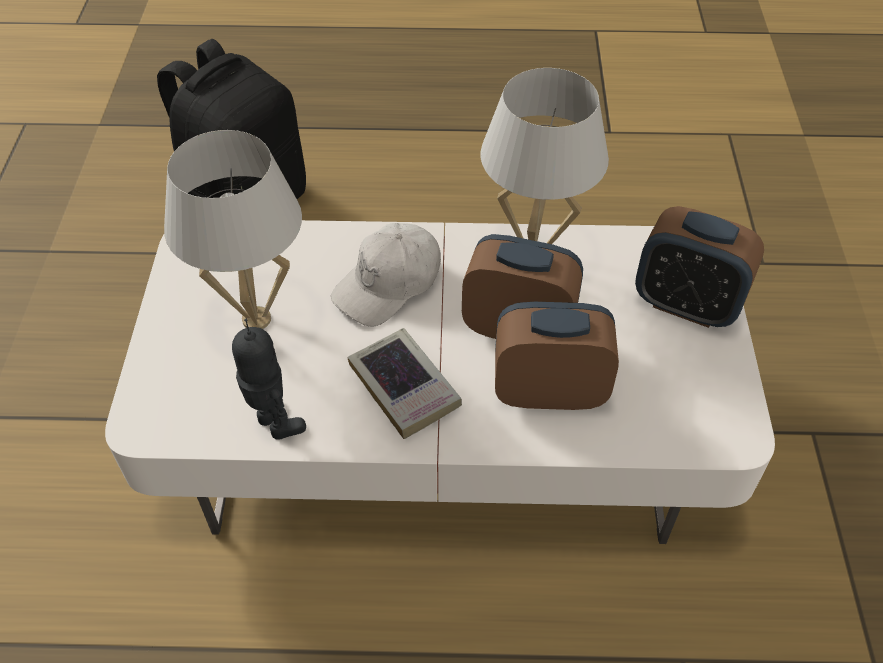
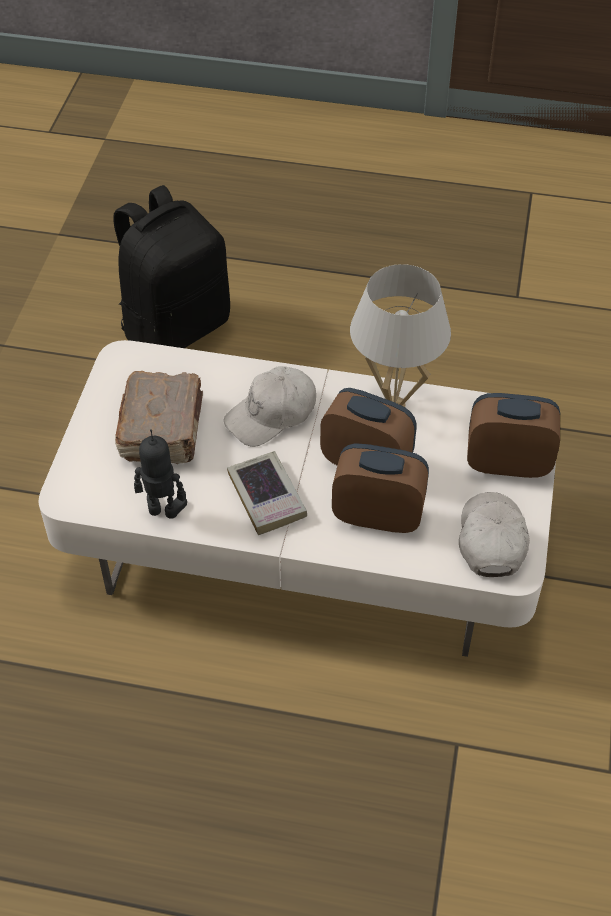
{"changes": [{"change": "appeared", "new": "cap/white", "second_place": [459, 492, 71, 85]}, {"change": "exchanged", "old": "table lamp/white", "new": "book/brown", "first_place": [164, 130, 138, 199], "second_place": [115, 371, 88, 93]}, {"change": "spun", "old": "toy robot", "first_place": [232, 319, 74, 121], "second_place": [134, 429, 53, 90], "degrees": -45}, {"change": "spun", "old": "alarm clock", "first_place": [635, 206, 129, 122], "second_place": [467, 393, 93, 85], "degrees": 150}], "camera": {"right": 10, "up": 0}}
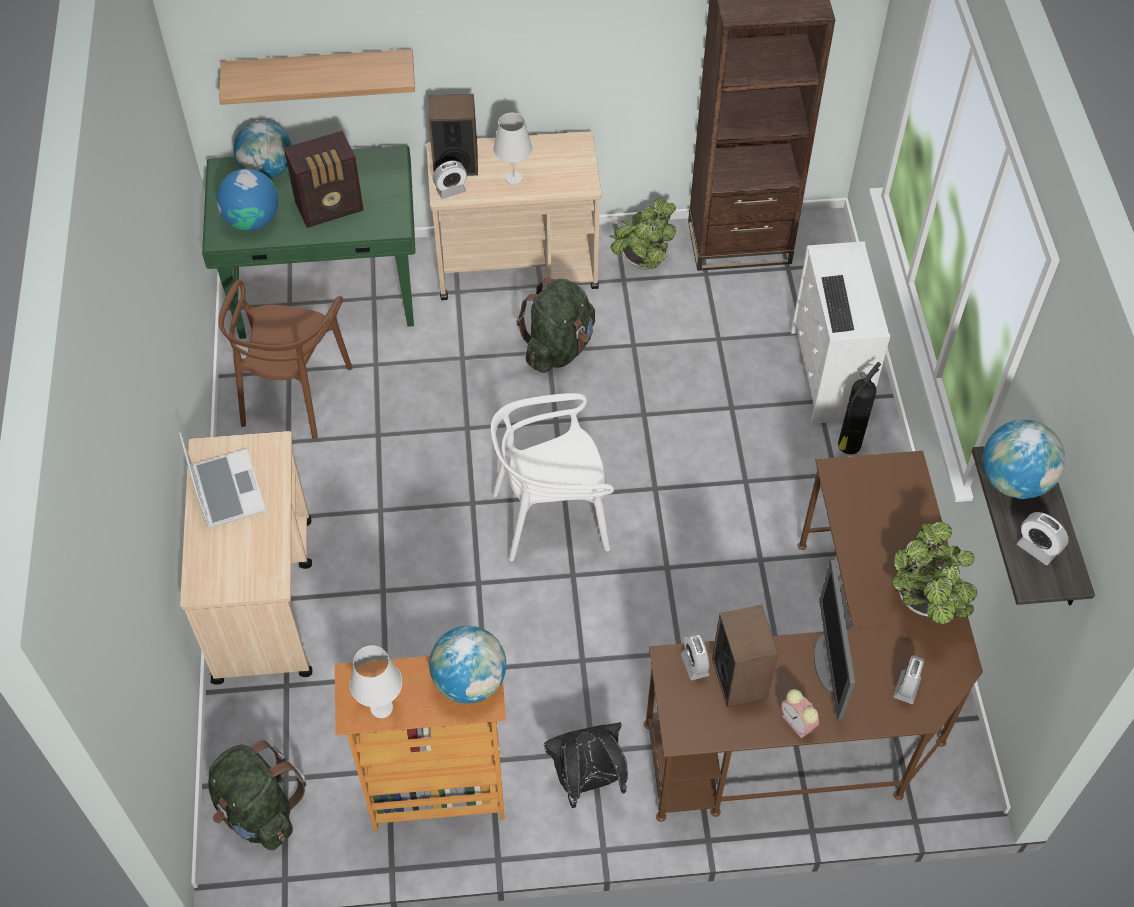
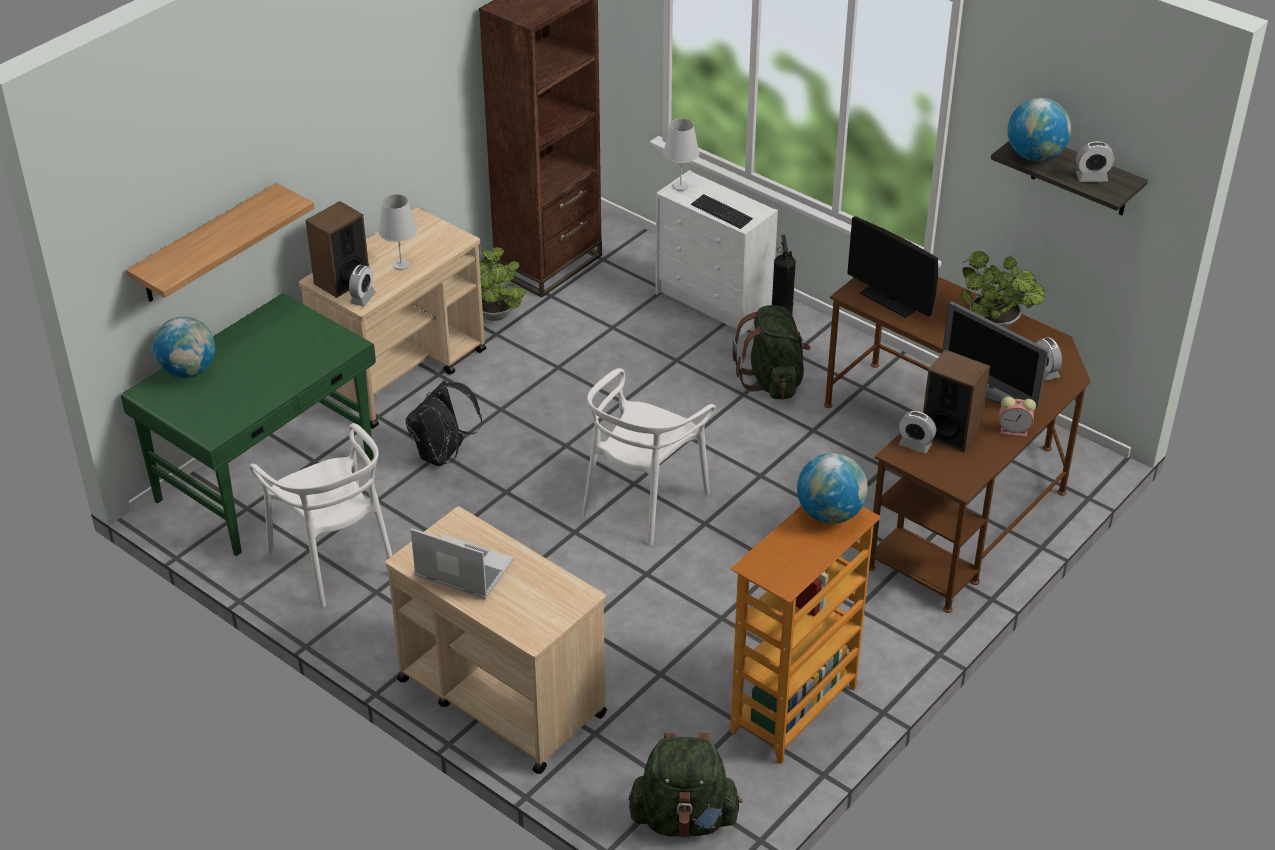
{"changes": [{"change": "missing", "old": "globe", "first_place": [217, 169, 61, 62]}, {"change": "missing", "old": "radio", "first_place": [284, 131, 80, 97]}, {"change": "appeared", "new": "monitor", "second_place": [847, 216, 91, 102]}, {"change": "relocated", "old": "table lamp/white", "first_place": [350, 645, 52, 73], "second_place": [663, 118, 36, 73]}, {"change": "relocated", "old": "backpack/green", "first_place": [517, 278, 78, 95], "second_place": [732, 305, 78, 95]}, {"change": "relocated", "old": "backpack/black", "first_place": [544, 722, 84, 86], "second_place": [405, 380, 77, 86]}, {"change": "colour", "old": "chair/brown", "new": "chair/white", "first_place": [218, 280, 135, 159], "second_place": [249, 423, 144, 185]}], "camera": {"right": -45, "up": -15}}
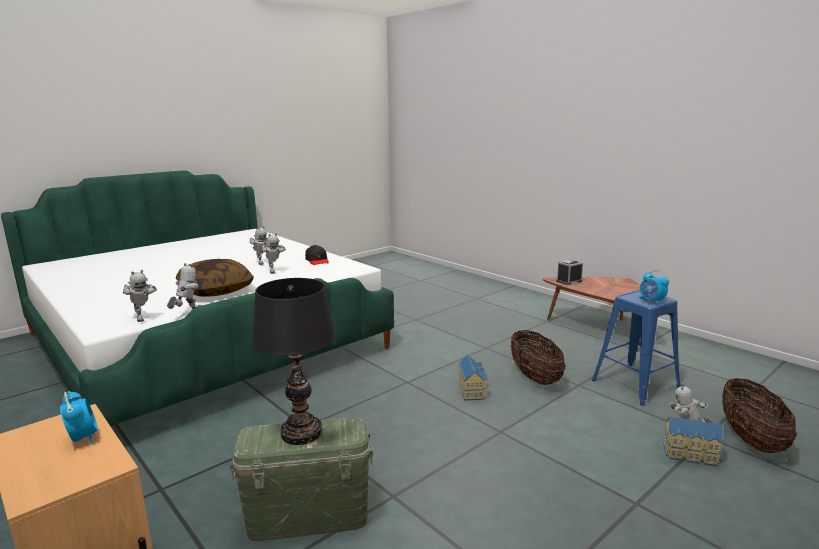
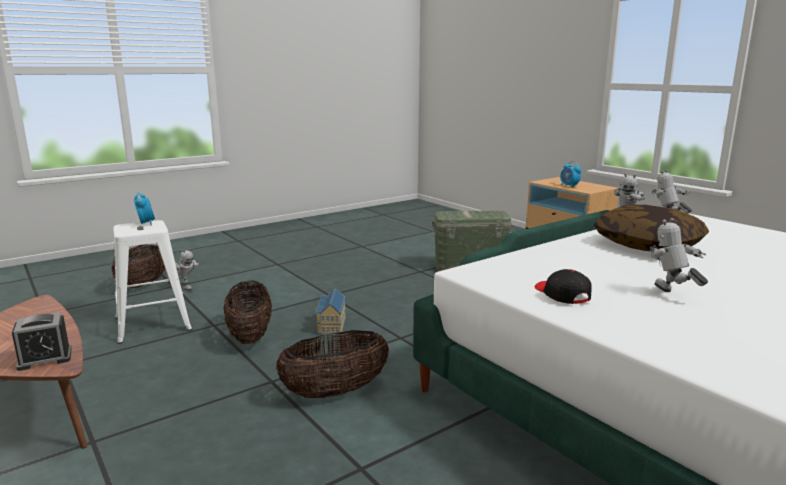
{"changes": [{"change": "missing", "old": "table lamp/black", "first_place": [251, 278, 85, 167]}, {"change": "missing", "old": "toy robot", "first_place": [261, 233, 25, 41]}, {"change": "missing", "old": "toy house", "first_place": [663, 417, 60, 49]}, {"change": "appeared", "new": "basket", "second_place": [276, 330, 113, 68]}, {"change": "colour", "old": "stool/blue", "new": "stool/white", "first_place": [592, 290, 89, 116], "second_place": [113, 220, 79, 124]}], "camera": {"right": -175, "up": 0}}
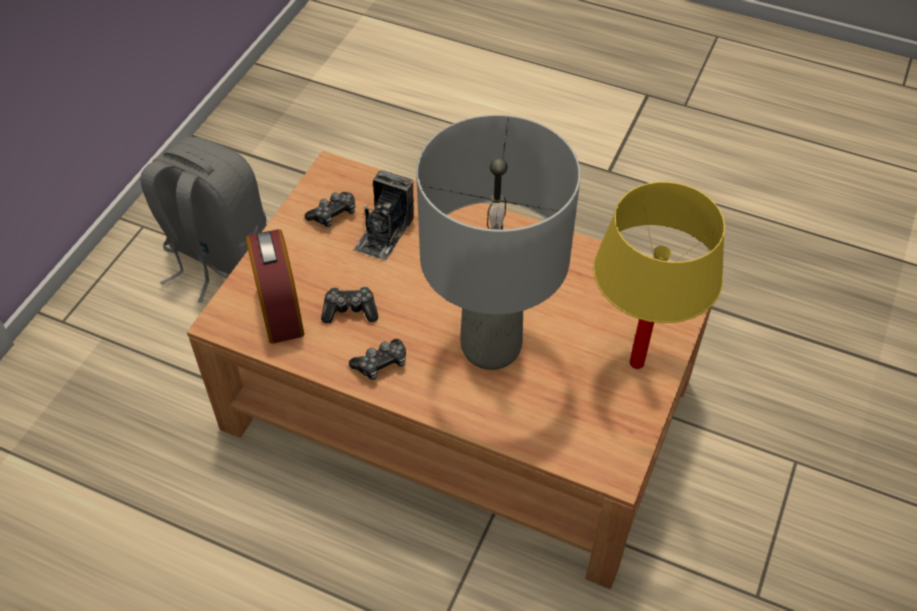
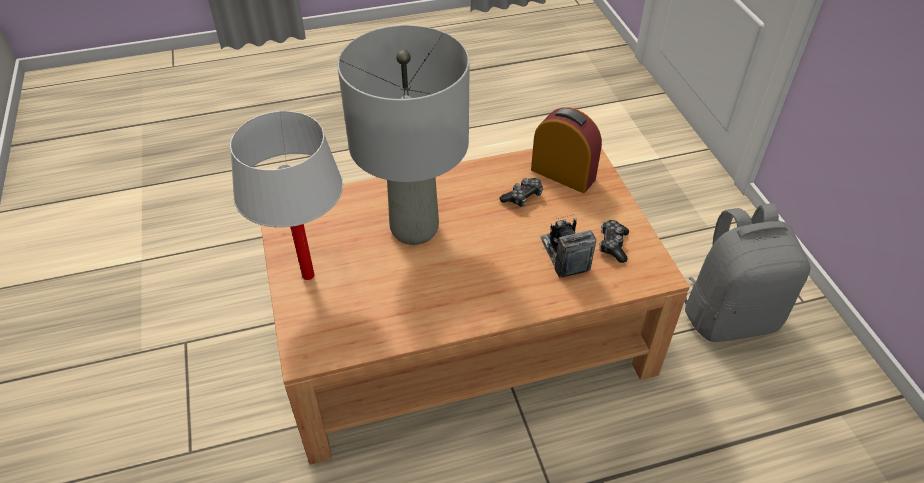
{"changes": [{"change": "missing", "old": "game controller", "first_place": [349, 339, 57, 41]}, {"change": "colour", "old": "table lamp/yellow", "new": "table lamp/white", "first_place": [593, 182, 132, 187], "second_place": [230, 111, 113, 169]}], "camera": {"right": 140, "up": -5}}
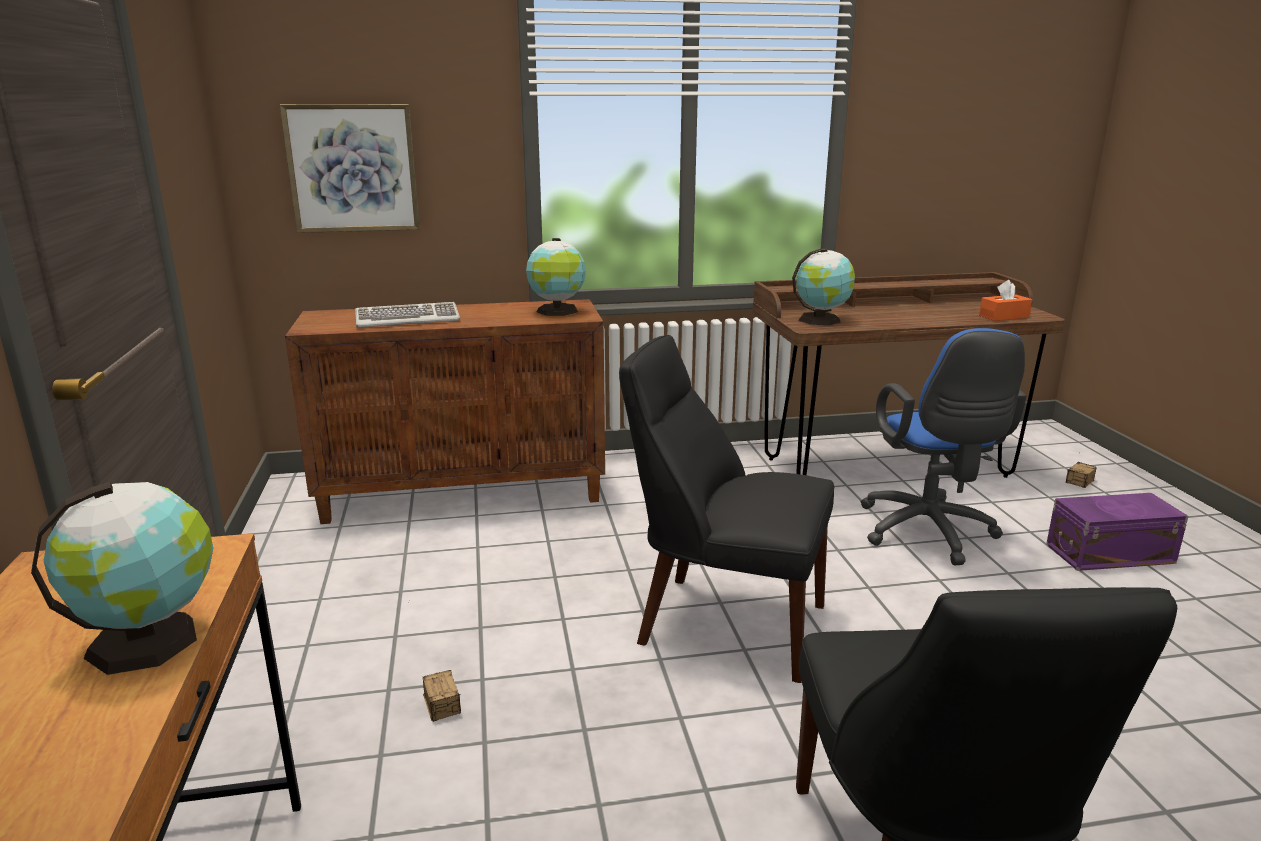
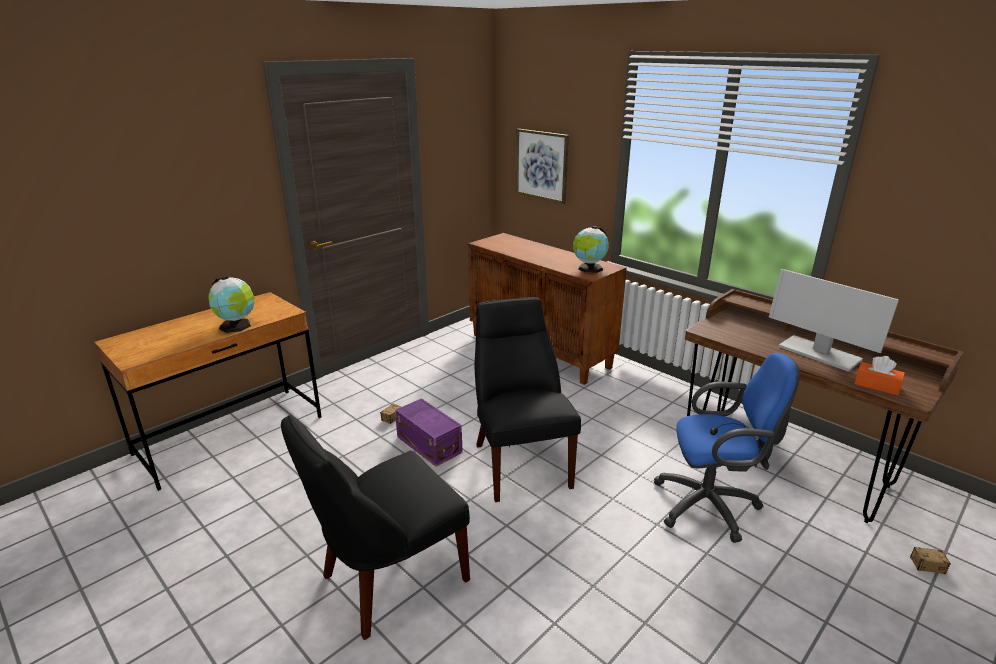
{"changes": [{"change": "missing", "old": "keyboard", "first_place": [355, 302, 106, 25]}, {"change": "missing", "old": "globe", "first_place": [792, 248, 63, 77]}, {"change": "appeared", "new": "monitor", "second_place": [769, 269, 130, 103]}, {"change": "relocated", "old": "storage box/purple", "first_place": [1046, 493, 143, 78], "second_place": [395, 398, 68, 69]}, {"change": "spun", "old": "office chair/blue", "first_place": [860, 328, 167, 237], "second_place": [653, 353, 147, 190], "degrees": -135}], "camera": {"right": 55, "up": 5}}
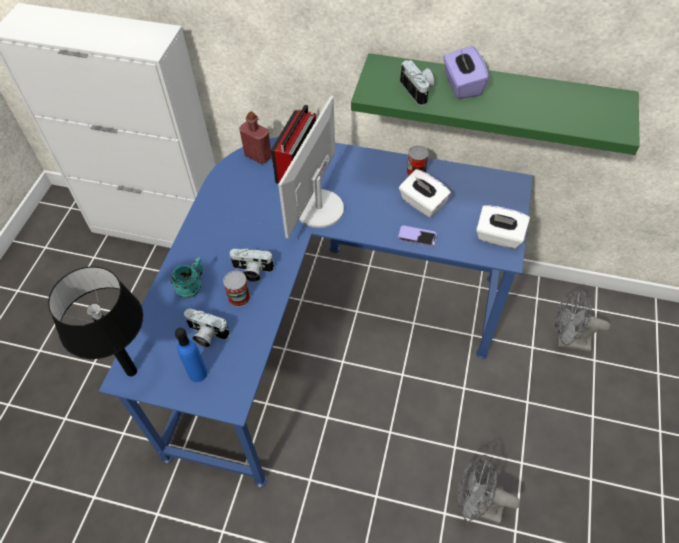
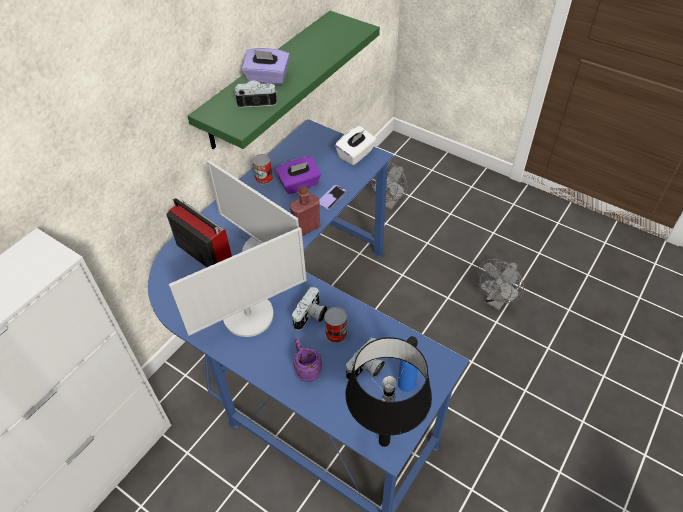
{"changes": [{"change": "appeared", "new": "monitor", "second_place": [169, 227, 138, 110]}, {"change": "relocated", "old": "bottle/red", "first_place": [239, 112, 33, 52], "second_place": [290, 186, 30, 50]}, {"change": "colour", "old": "mug/turquoise", "new": "mug/purple", "first_place": [170, 257, 33, 41], "second_place": [293, 338, 29, 44]}, {"change": "colour", "old": "tissue box/white", "new": "tissue box/purple", "first_place": [399, 169, 52, 49], "second_place": [276, 157, 45, 37]}], "camera": {"right": -70, "up": -5}}
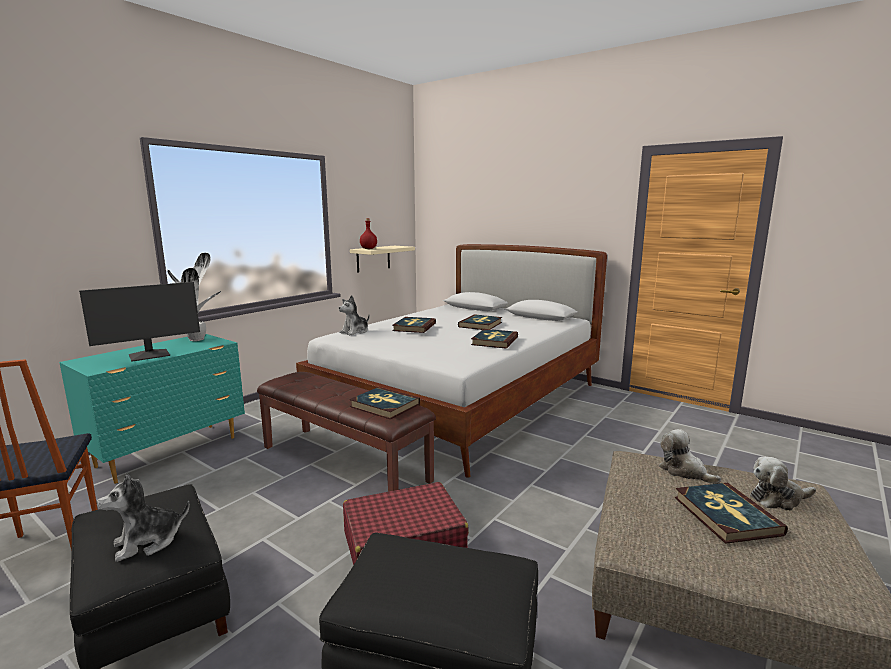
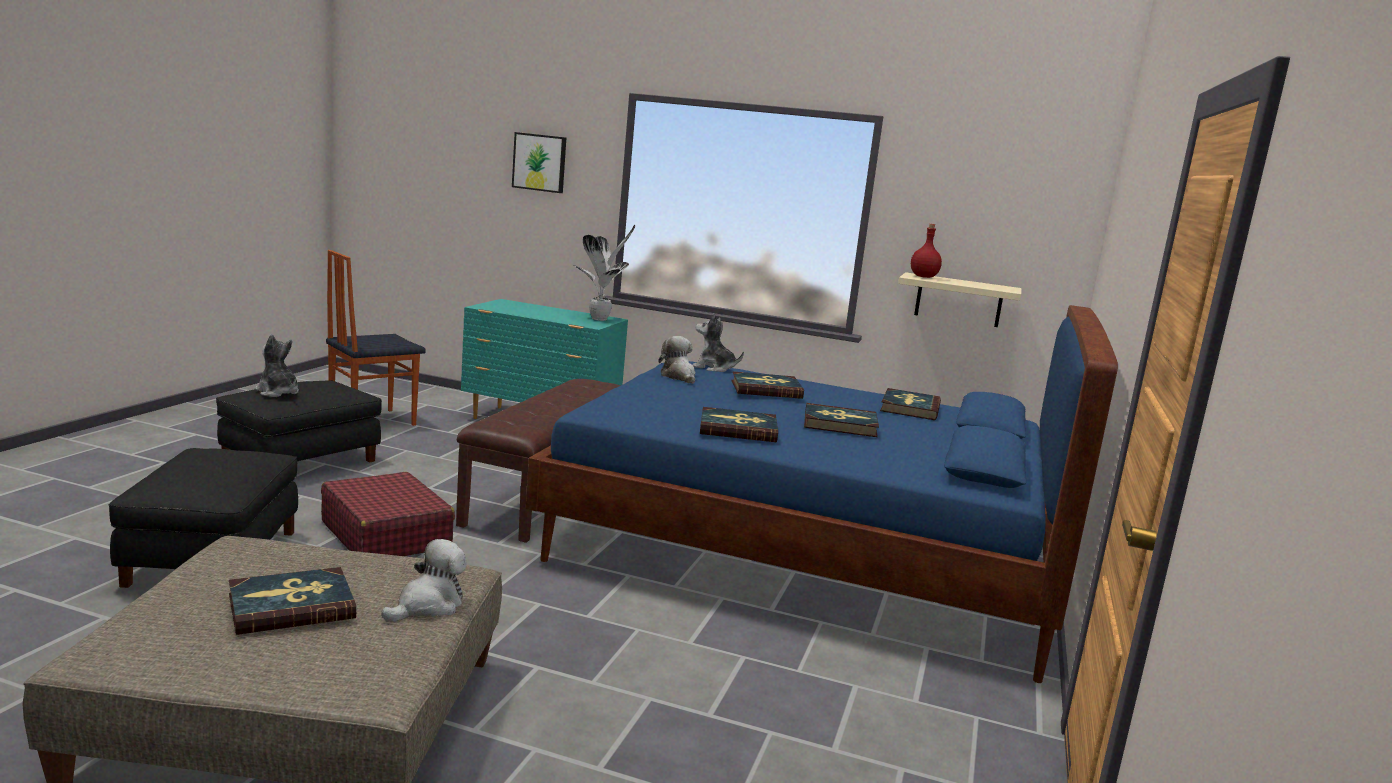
{"changes": [{"change": "missing", "old": "monitor", "first_place": [79, 282, 121, 80]}, {"change": "appeared", "new": "picture", "second_place": [512, 132, 54, 61]}, {"change": "relocated", "old": "book", "first_place": [349, 387, 71, 33], "second_place": [880, 388, 61, 32]}, {"change": "relocated", "old": "plush toy", "first_place": [751, 456, 65, 55], "second_place": [658, 336, 38, 48]}, {"change": "colour", "old": "bed/white", "new": "bed/blue", "first_place": [296, 244, 311, 234], "second_place": [526, 305, 592, 378]}], "camera": {"right": 70, "up": 0}}
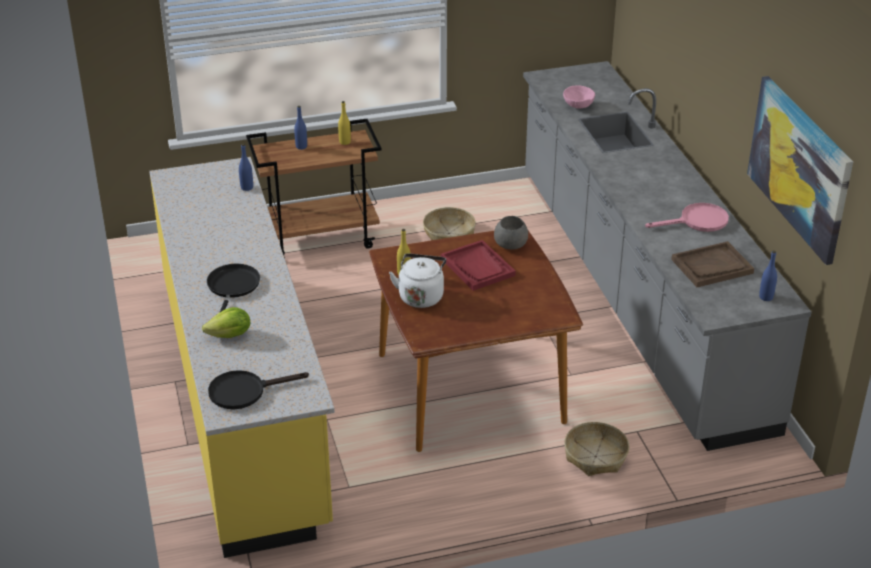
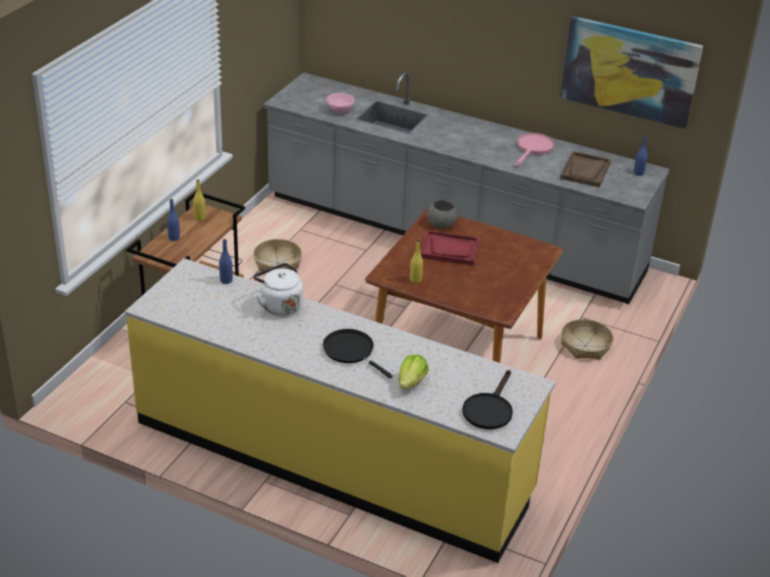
{"changes": [{"change": "relocated", "old": "kettle/white", "first_place": [389, 253, 57, 55], "second_place": [253, 263, 50, 53]}], "camera": {"right": -50, "up": 0}}
